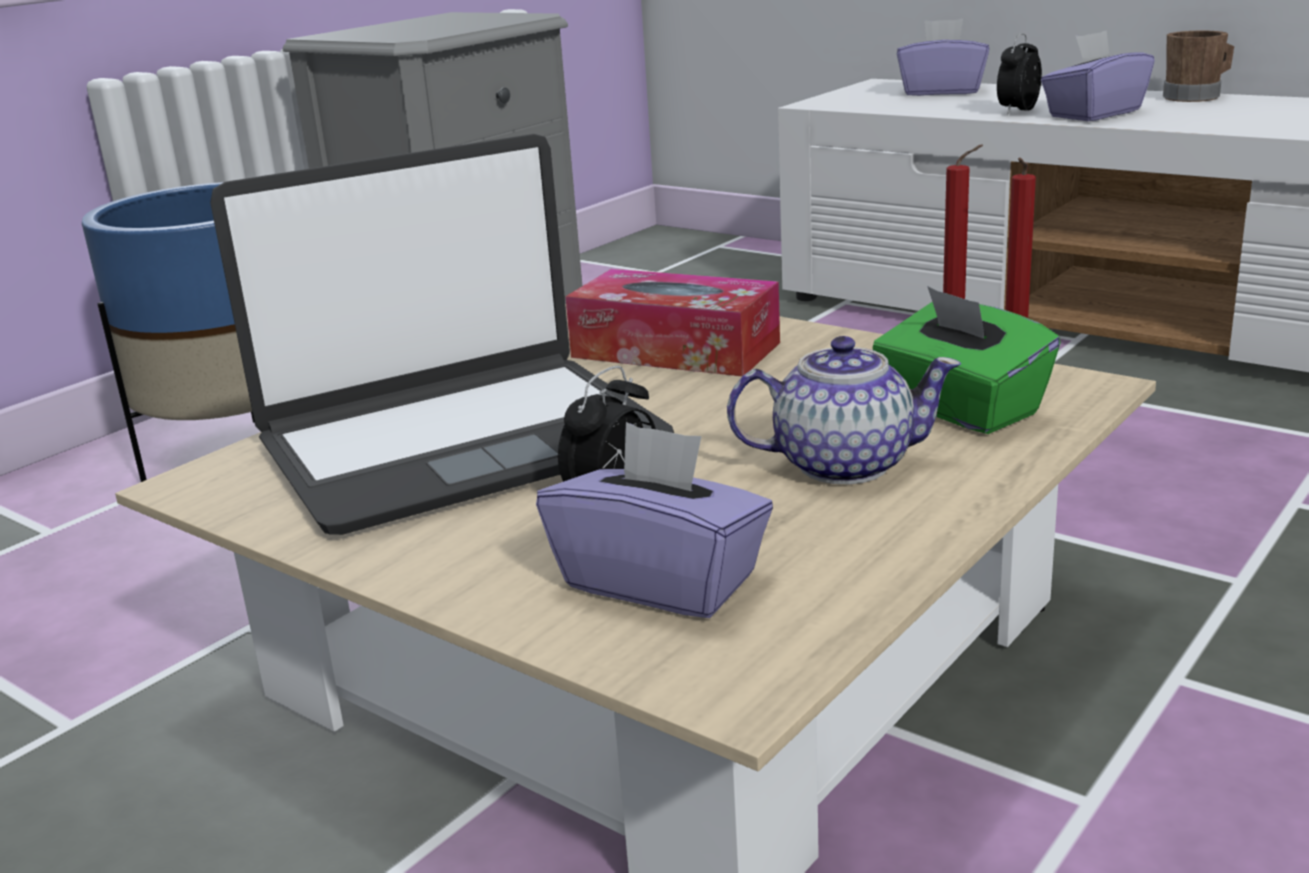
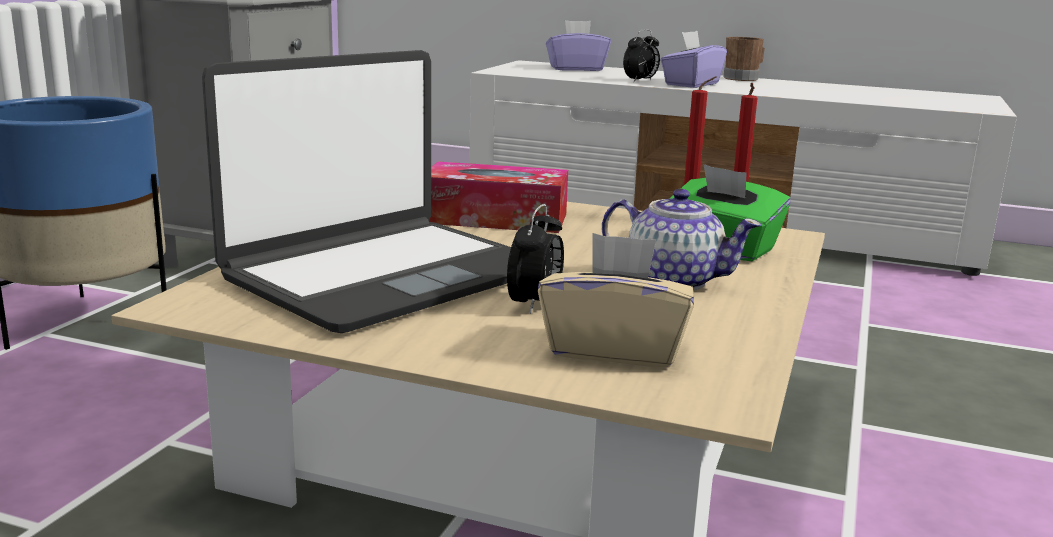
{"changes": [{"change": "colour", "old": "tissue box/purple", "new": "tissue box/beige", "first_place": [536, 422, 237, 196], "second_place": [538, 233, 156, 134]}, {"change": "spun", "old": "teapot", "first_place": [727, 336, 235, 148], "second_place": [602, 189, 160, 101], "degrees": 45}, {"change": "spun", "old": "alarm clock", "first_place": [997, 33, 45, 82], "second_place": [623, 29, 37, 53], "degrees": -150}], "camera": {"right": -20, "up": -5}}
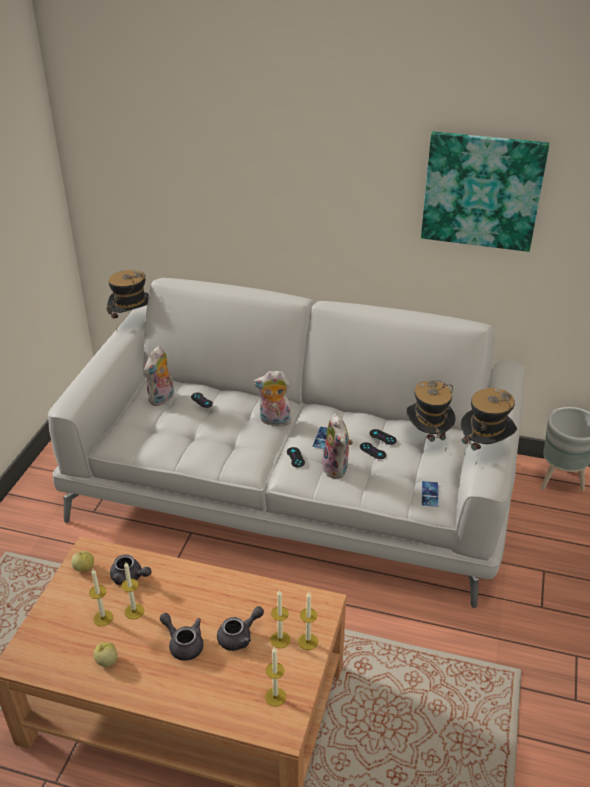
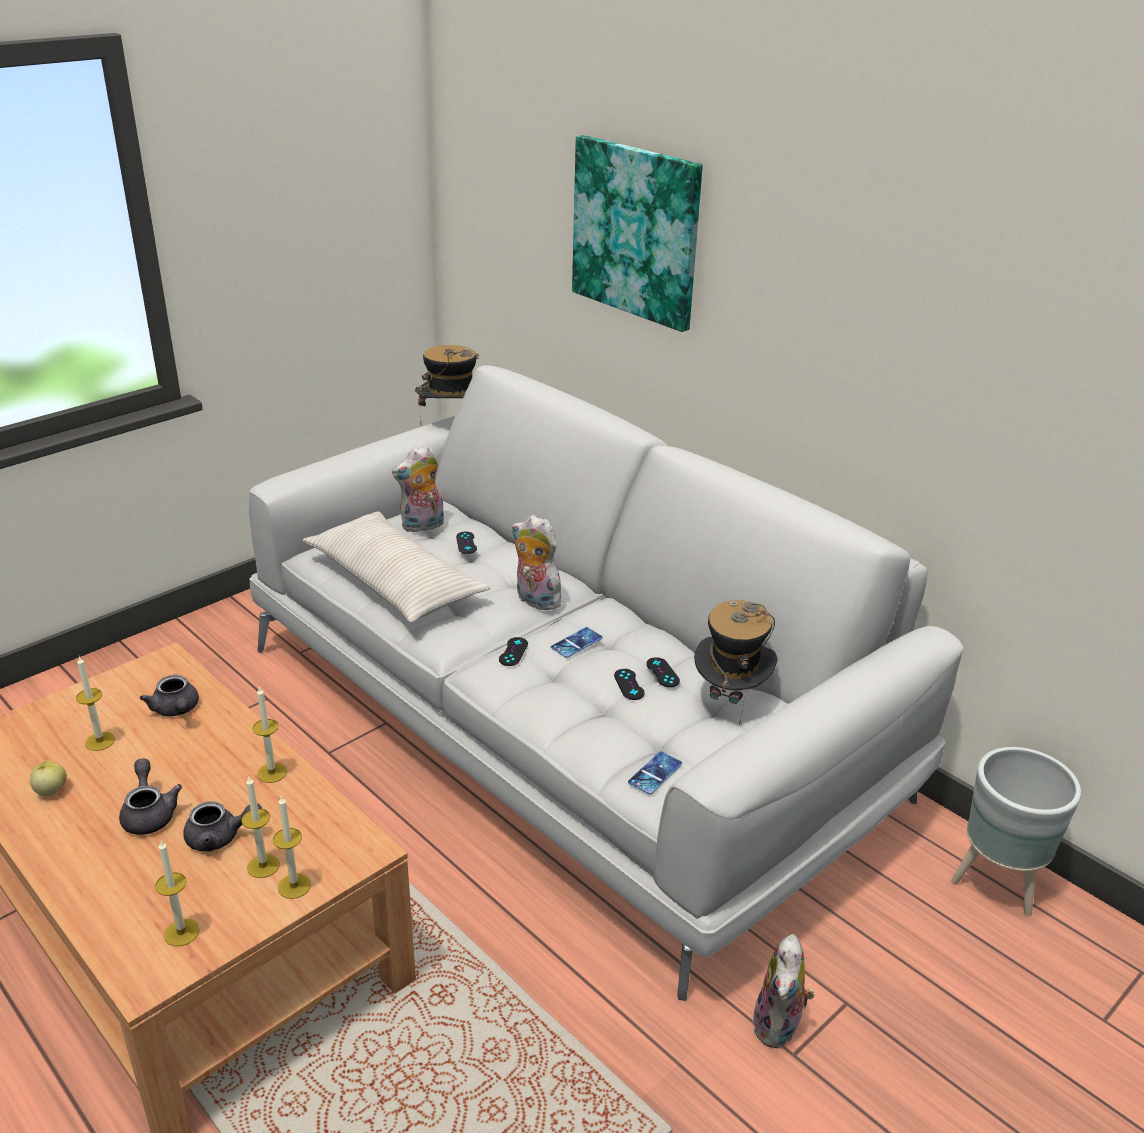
{"changes": [{"change": "missing", "old": "apple", "first_place": [71, 551, 23, 21]}, {"change": "missing", "old": "hat", "first_place": [461, 388, 56, 78]}, {"change": "appeared", "new": "pillow/beige", "second_place": [303, 511, 187, 112]}, {"change": "relocated", "old": "candle", "first_place": [121, 562, 23, 57], "second_place": [252, 686, 35, 97]}, {"change": "relocated", "old": "plush toy", "first_place": [320, 413, 33, 66], "second_place": [753, 934, 62, 114]}, {"change": "relocated", "old": "picture", "first_place": [421, 131, 128, 121], "second_place": [572, 135, 131, 197]}], "camera": {"right": 30, "up": -5}}
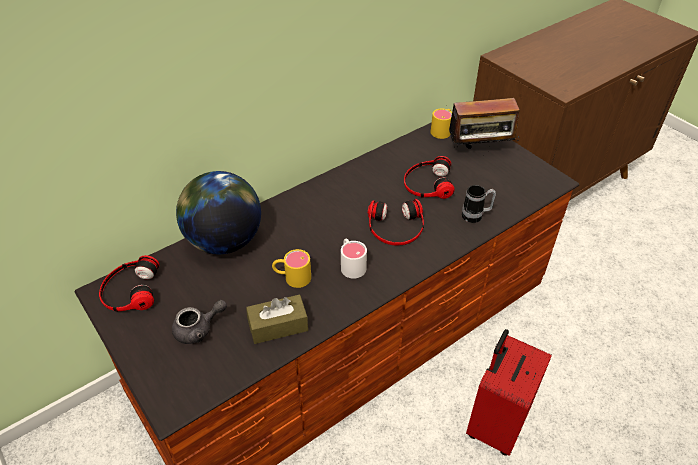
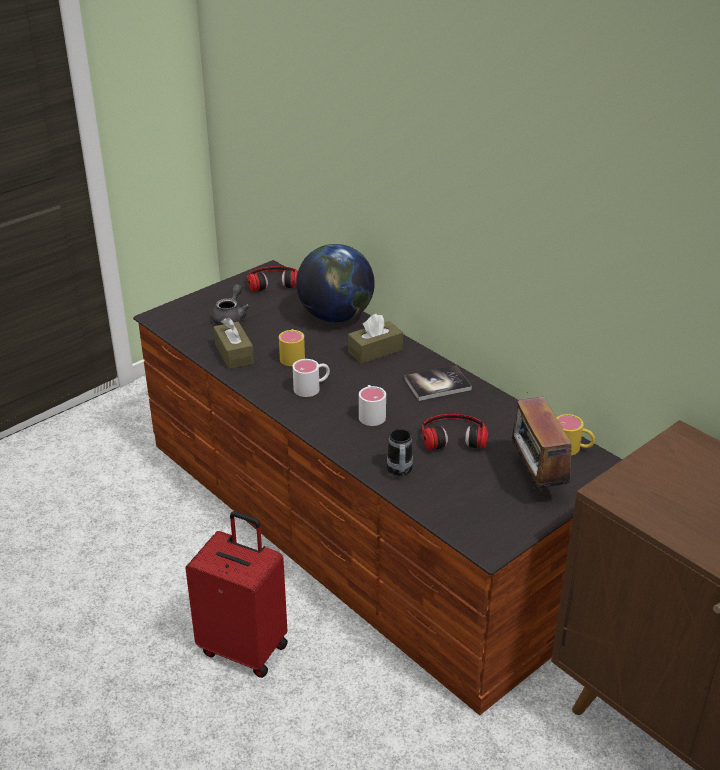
{"changes": [{"change": "appeared", "new": "tissue box/brown", "second_place": [348, 314, 55, 50]}, {"change": "appeared", "new": "book", "second_place": [405, 365, 67, 36]}, {"change": "exchanged", "old": "headphones", "new": "mug/white", "first_place": [368, 199, 56, 46], "second_place": [359, 385, 27, 41]}, {"change": "spun", "old": "teapot/grey", "first_place": [172, 300, 55, 44], "second_place": [212, 284, 38, 41], "degrees": -135}], "camera": {"right": 85, "up": -10}}
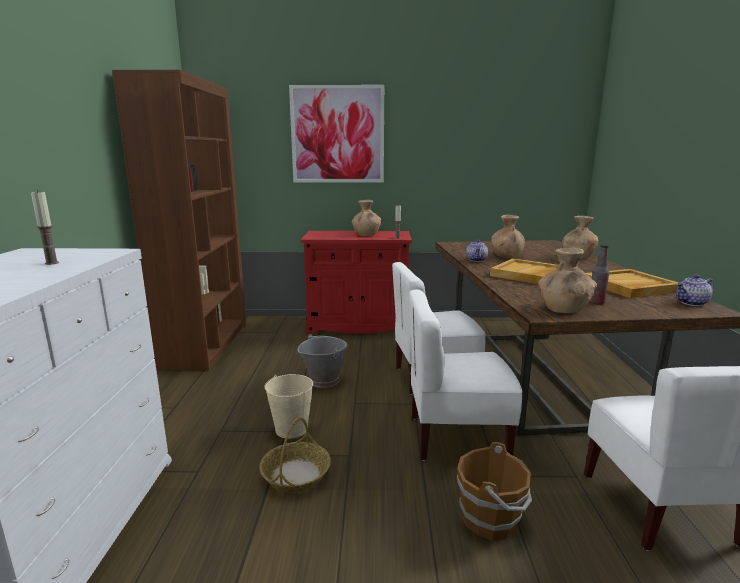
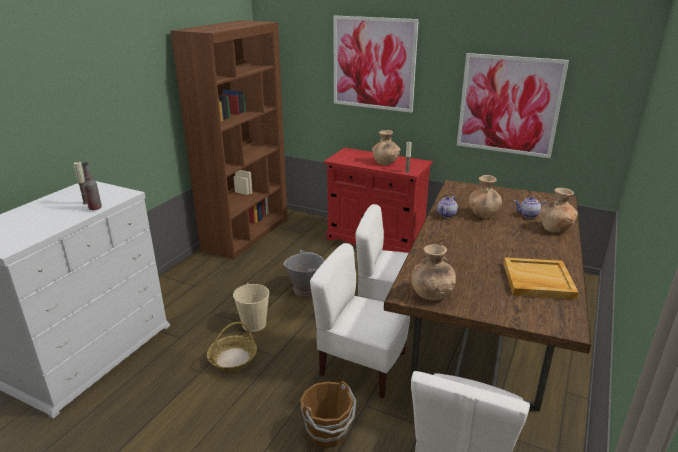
{"changes": [{"change": "missing", "old": "tray/beige", "first_place": [490, 258, 68, 26]}, {"change": "appeared", "new": "picture", "second_place": [457, 53, 112, 105]}, {"change": "relocated", "old": "bottle", "first_place": [589, 245, 20, 59], "second_place": [82, 162, 20, 48]}, {"change": "relocated", "old": "teapot", "first_place": [676, 275, 38, 31], "second_place": [514, 197, 33, 21]}], "camera": {"right": 25, "up": 10}}
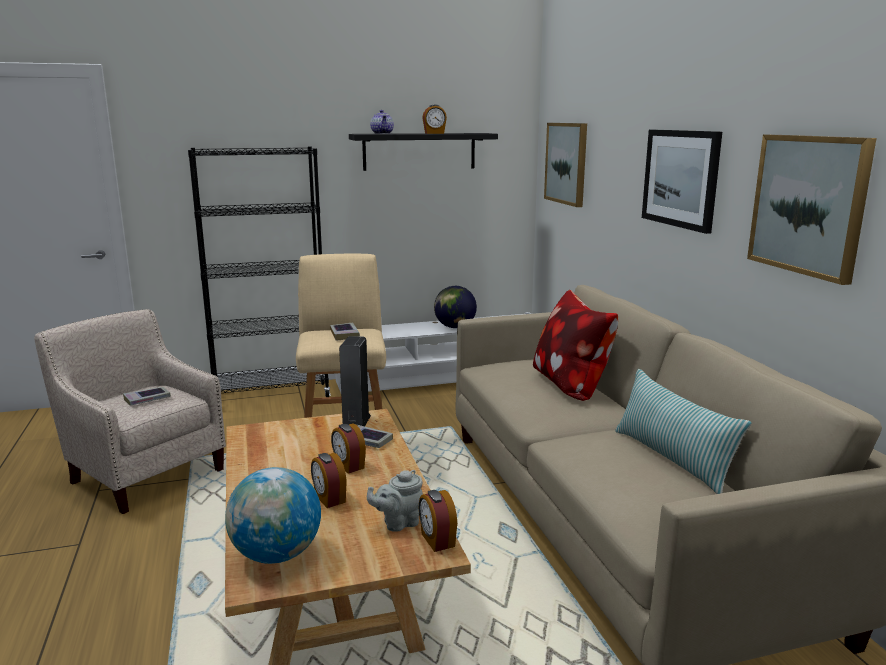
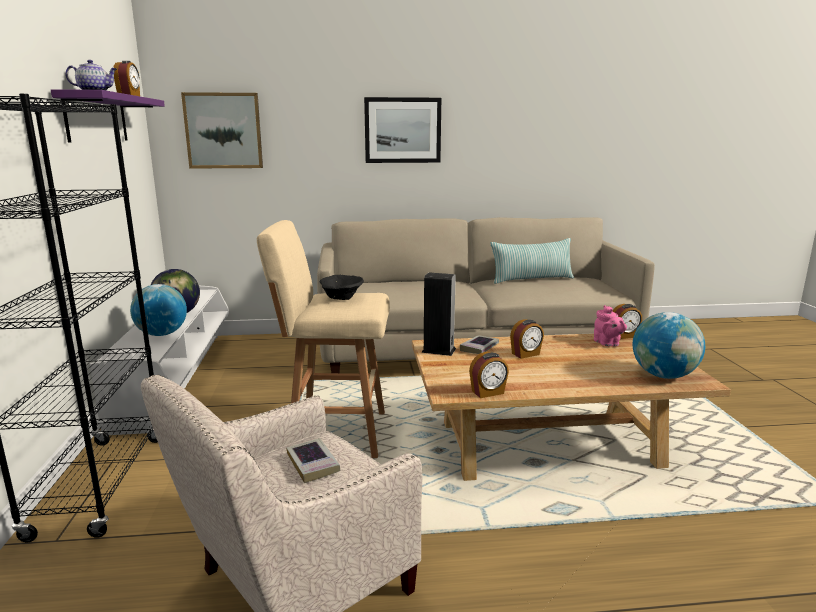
{"changes": [{"change": "missing", "old": "pillow", "first_place": [533, 290, 85, 111]}, {"change": "missing", "old": "picture", "first_place": [747, 135, 130, 150]}, {"change": "appeared", "new": "globe", "second_place": [130, 284, 57, 52]}, {"change": "relocated", "old": "alarm clock", "first_place": [311, 453, 36, 55], "second_place": [469, 352, 40, 46]}, {"change": "exchanged", "old": "book", "new": "bowl/black", "first_place": [330, 323, 30, 18], "second_place": [320, 275, 44, 25]}, {"change": "colour", "old": "shelf/black", "new": "shelf/purple", "first_place": [349, 133, 149, 38], "second_place": [51, 89, 114, 54]}, {"change": "colour", "old": "teapot/grey", "new": "teapot/pink", "first_place": [367, 470, 56, 62], "second_place": [594, 305, 33, 41]}], "camera": {"right": -80, "up": 0}}
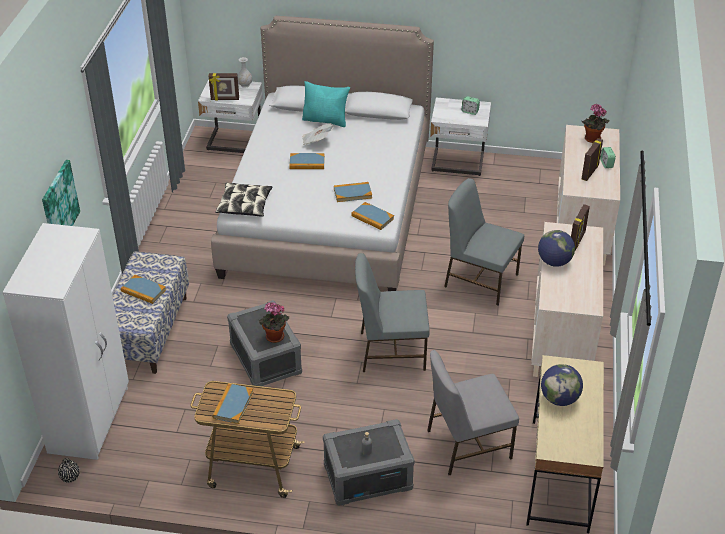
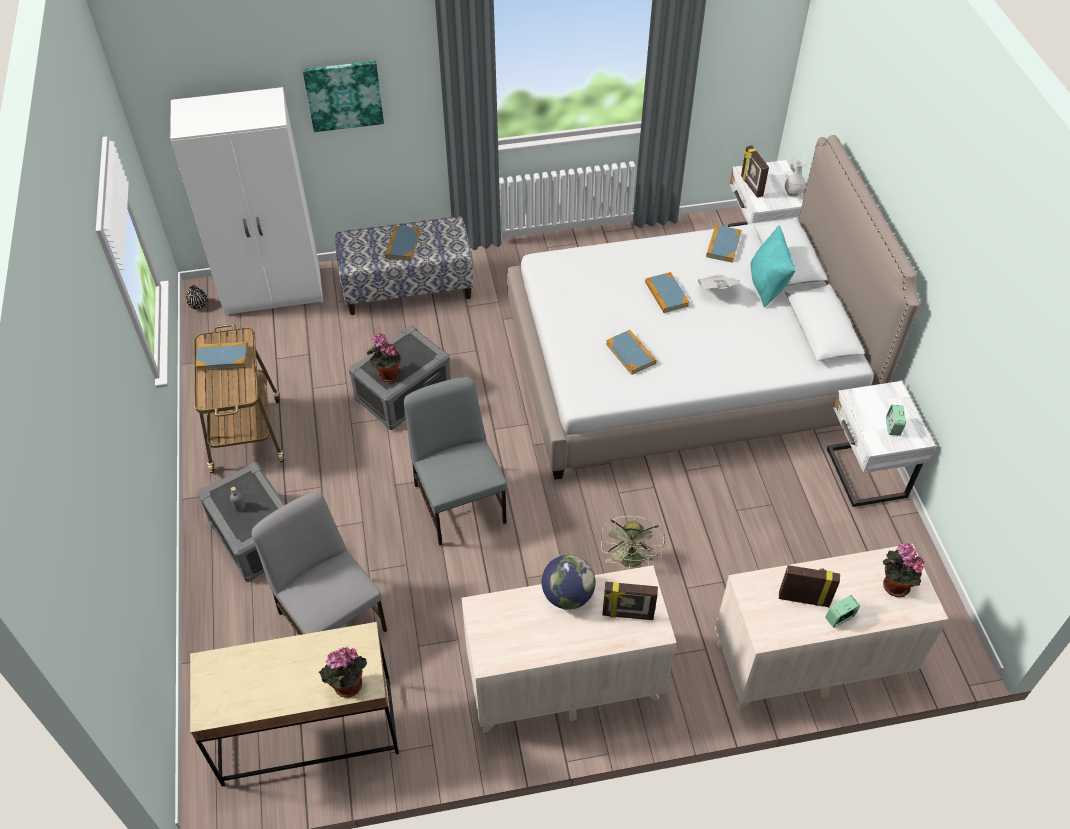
{"changes": [{"change": "missing", "old": "pillow", "first_place": [215, 182, 57, 35]}, {"change": "missing", "old": "globe", "first_place": [541, 364, 42, 42]}, {"change": "appeared", "new": "potted plant", "second_place": [319, 647, 48, 51]}, {"change": "relocated", "old": "book", "first_place": [351, 202, 43, 28], "second_place": [706, 225, 36, 38]}, {"change": "exchanged", "old": "chair/grey", "new": "fan/green", "first_place": [444, 178, 80, 127], "second_place": [600, 516, 65, 52]}], "camera": {"right": 70, "up": 10}}
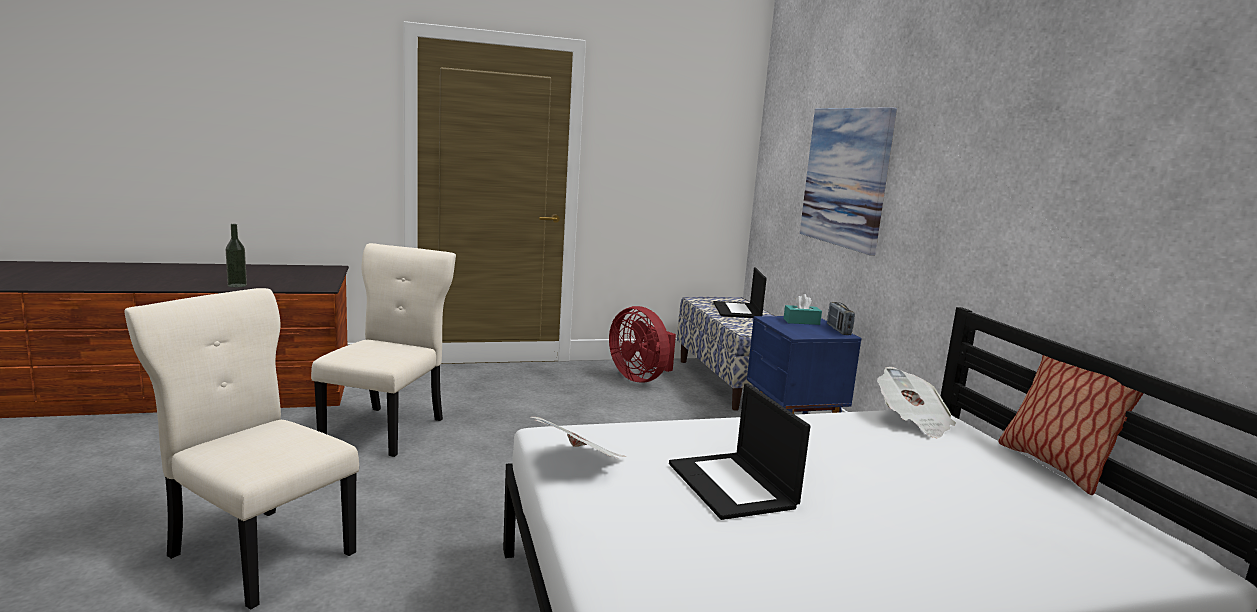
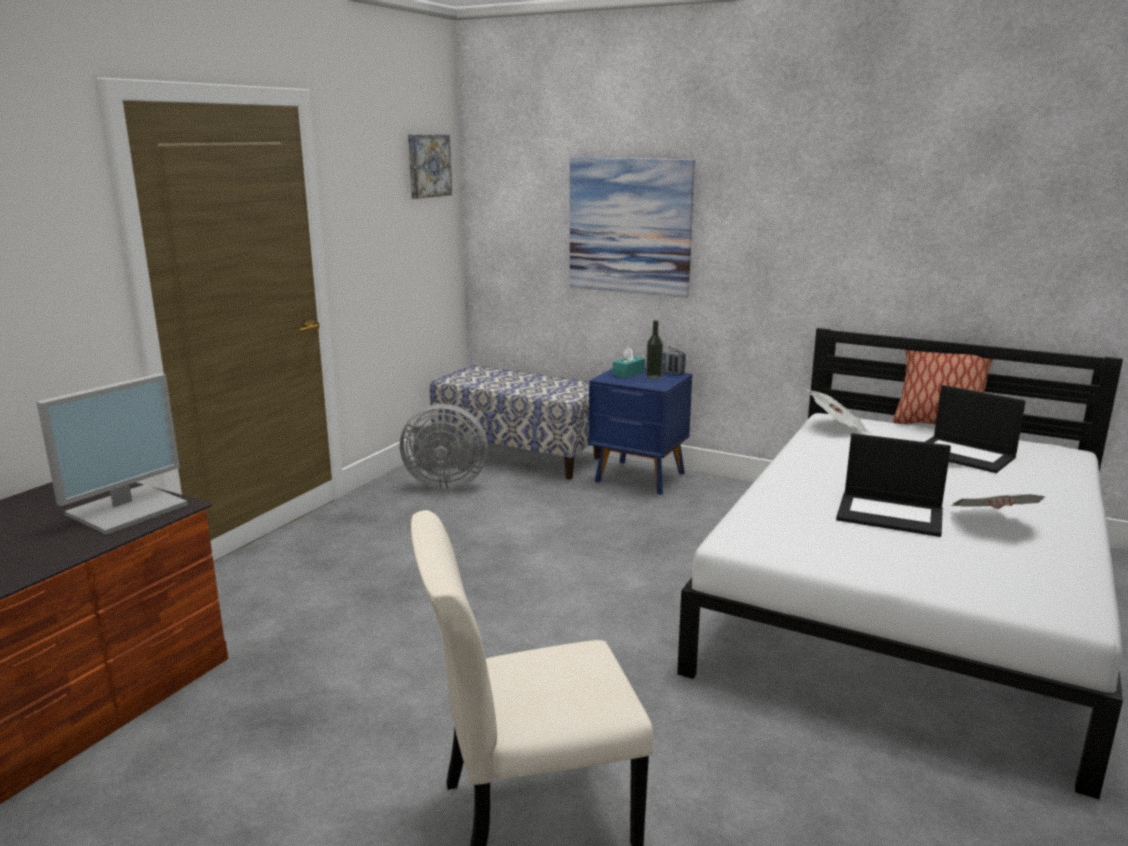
{"changes": [{"change": "missing", "old": "chair/beige", "first_place": [311, 243, 145, 214]}, {"change": "appeared", "new": "monitor", "second_place": [36, 373, 152, 162]}, {"change": "appeared", "new": "picture", "second_place": [408, 134, 44, 65]}, {"change": "relocated", "old": "bottle", "first_place": [226, 224, 21, 64], "second_place": [646, 320, 17, 60]}, {"change": "relocated", "old": "newspaper", "first_place": [530, 417, 96, 42], "second_place": [951, 494, 94, 15]}, {"change": "relocated", "old": "laptop", "first_place": [713, 267, 54, 51], "second_place": [925, 385, 101, 88]}, {"change": "colour", "old": "fan/red", "new": "fan/grey", "first_place": [609, 306, 67, 77], "second_place": [400, 404, 88, 86]}], "camera": {"right": -45, "up": 5}}
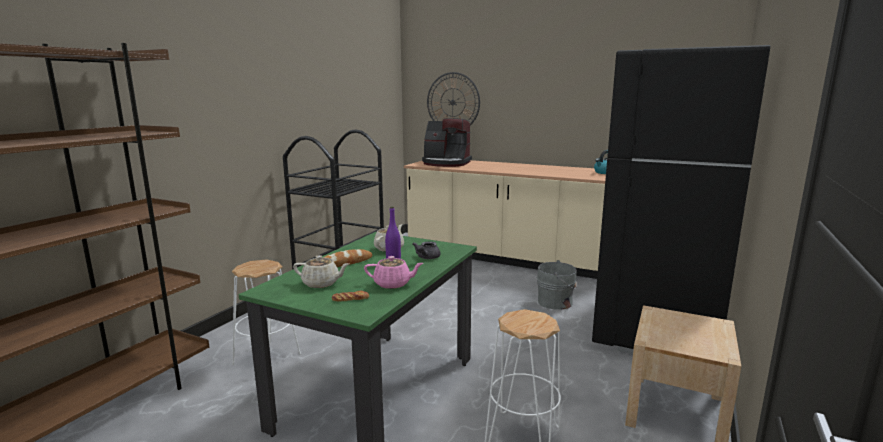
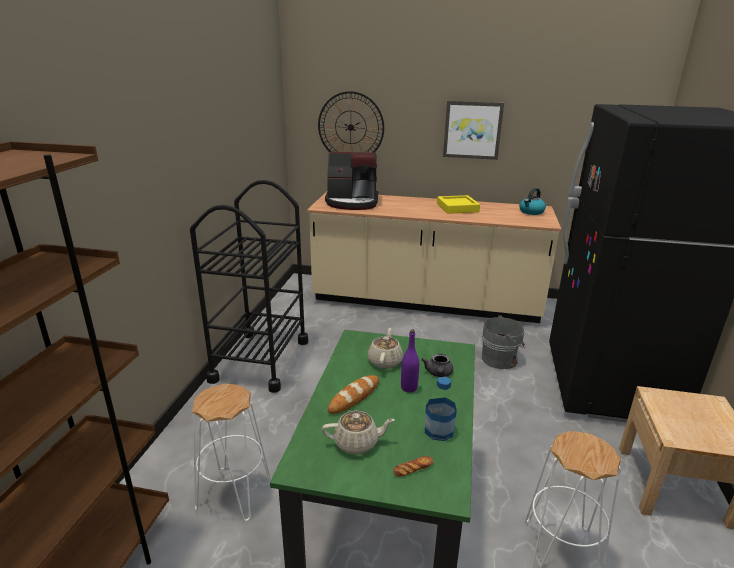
{"changes": [{"change": "appeared", "new": "tray/yellow", "second_place": [437, 195, 43, 19]}, {"change": "appeared", "new": "picture", "second_place": [443, 101, 61, 59]}, {"change": "exchanged", "old": "teapot/pink", "new": "bottle", "first_place": [364, 256, 59, 33], "second_place": [425, 377, 32, 64]}], "camera": {"right": -15, "up": 10}}
